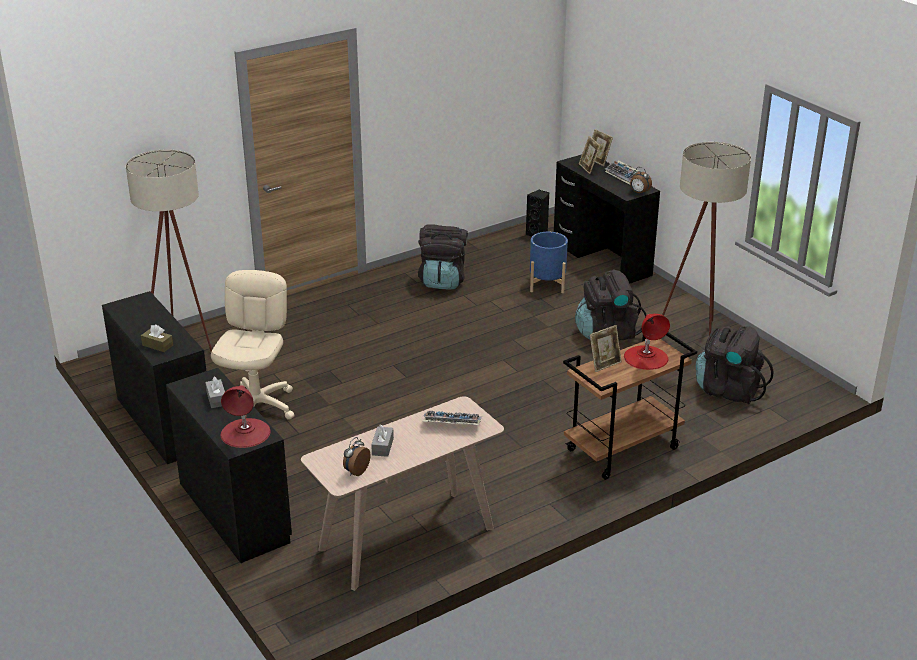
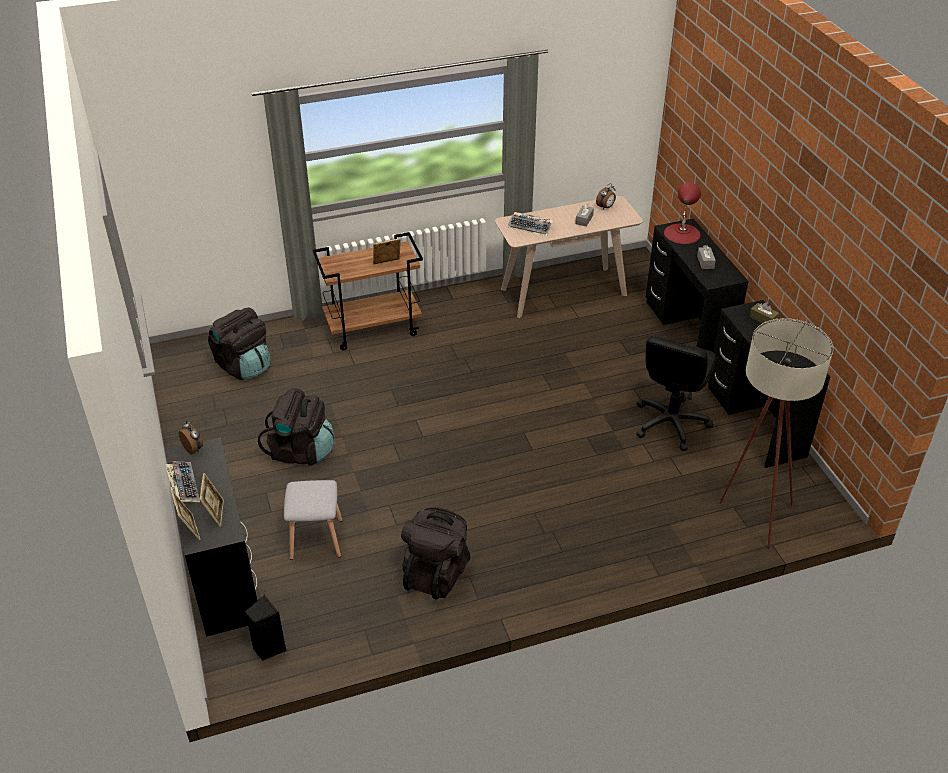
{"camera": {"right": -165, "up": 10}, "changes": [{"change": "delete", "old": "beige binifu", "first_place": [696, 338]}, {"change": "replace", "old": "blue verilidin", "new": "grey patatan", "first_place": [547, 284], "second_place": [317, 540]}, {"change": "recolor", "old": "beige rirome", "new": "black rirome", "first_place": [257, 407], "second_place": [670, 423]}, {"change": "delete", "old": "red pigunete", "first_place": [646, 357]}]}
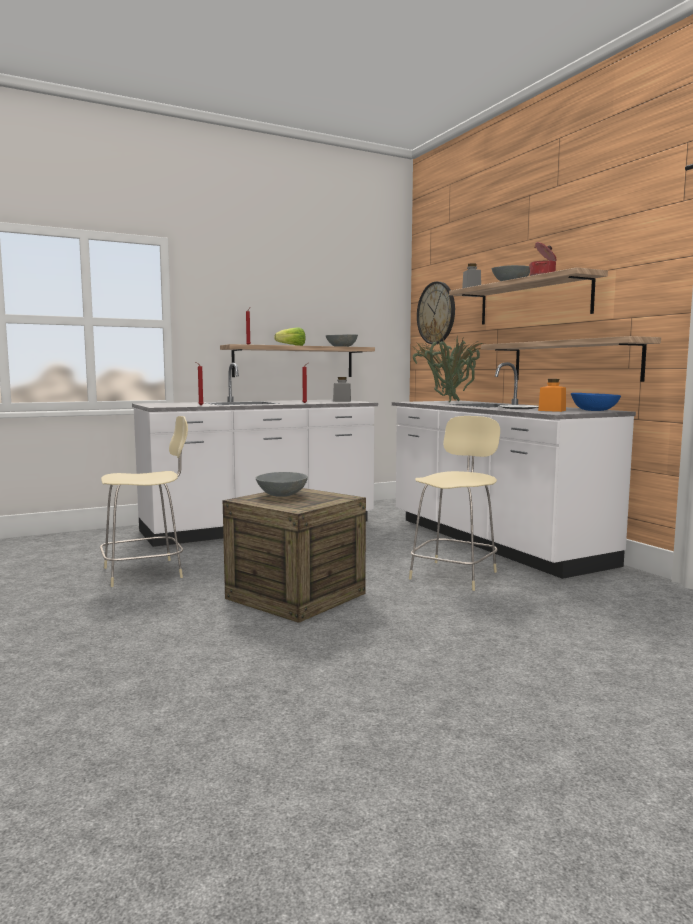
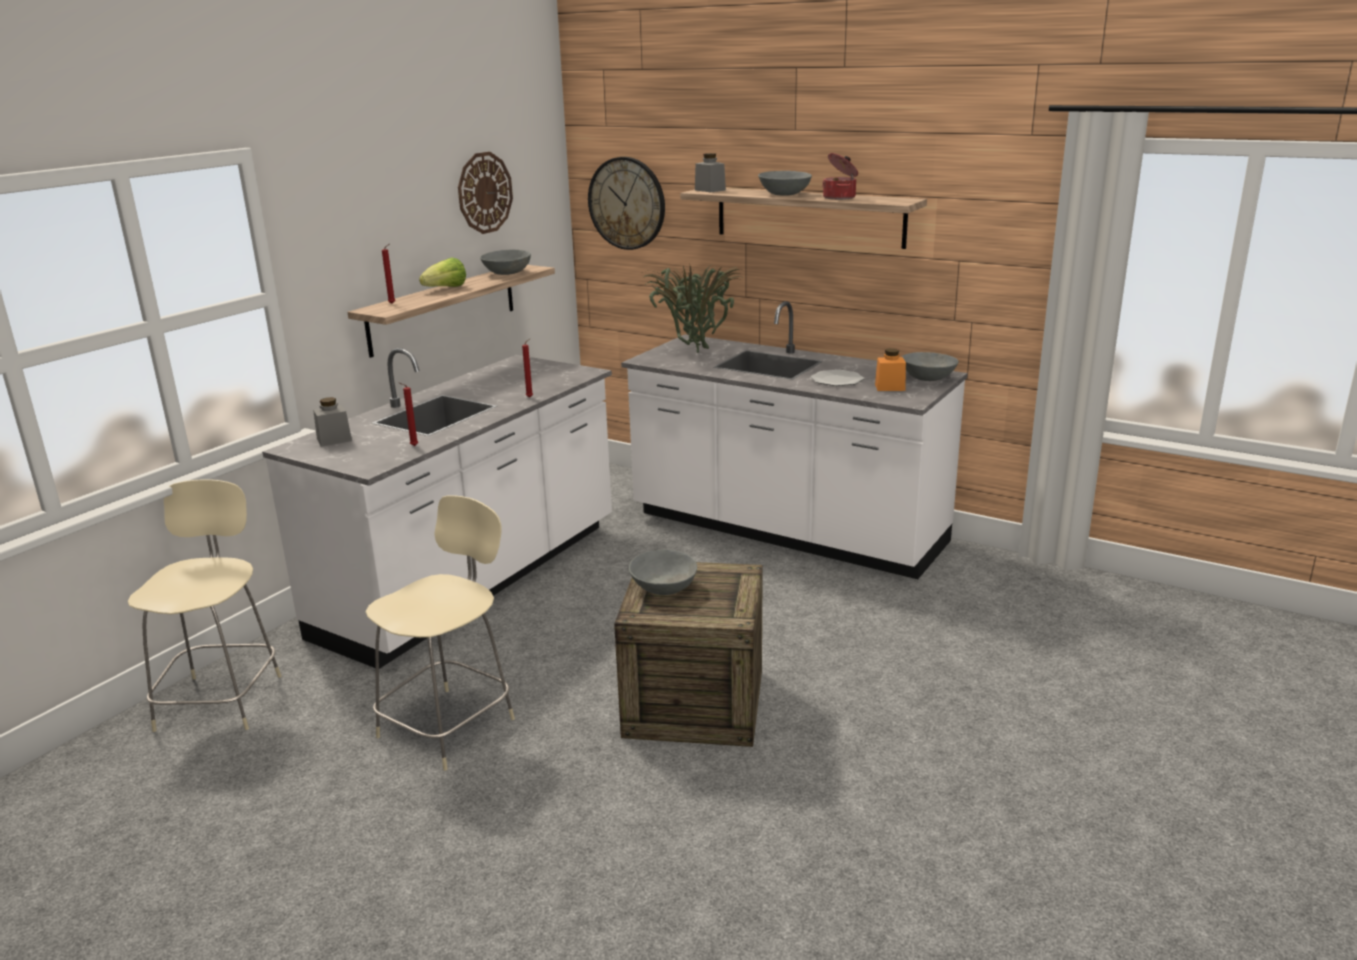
{"camera": {"right": -30, "up": 15}, "changes": [{"change": "delete", "old": "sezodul", "first_place": [574, 361]}, {"change": "move", "old": "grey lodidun", "first_place": [342, 401], "second_place": [334, 440]}, {"change": "recolor", "old": "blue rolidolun", "new": "grey rolidolun", "first_place": [593, 410], "second_place": [928, 378]}, {"change": "move", "old": "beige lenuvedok", "first_place": [455, 574], "second_place": [221, 699]}, {"change": "insert", "new": "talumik", "second_place": [484, 192]}]}
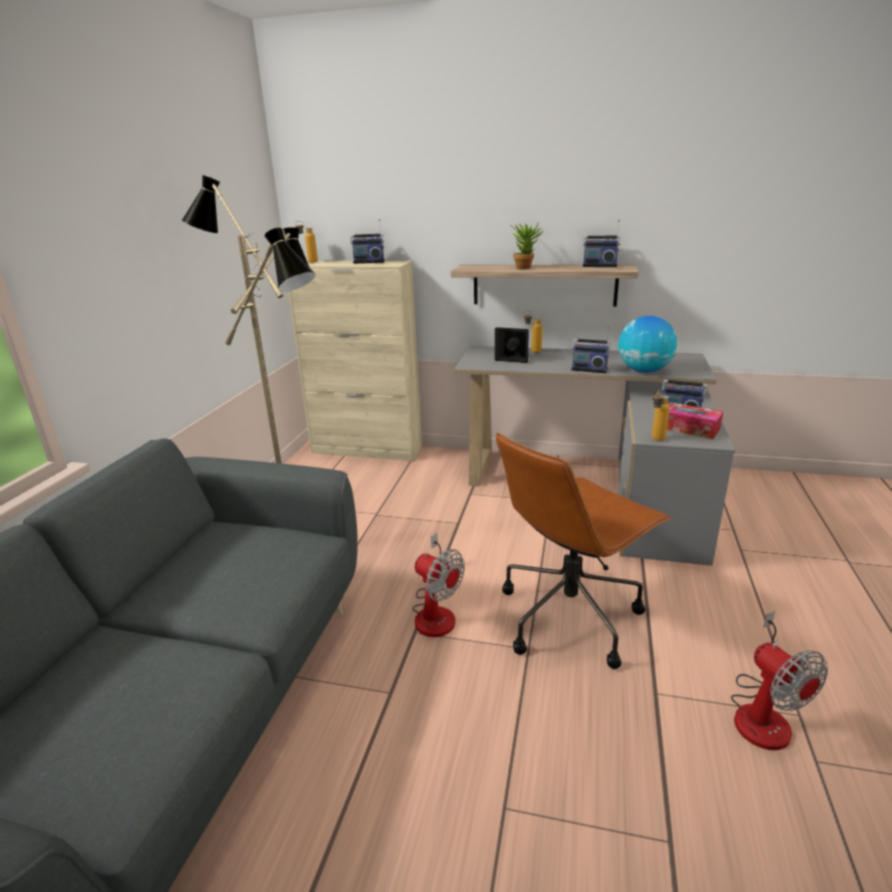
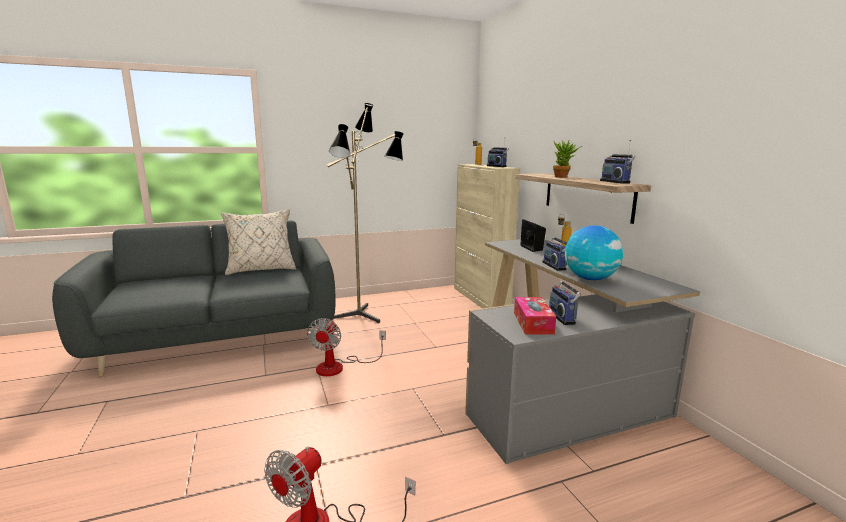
{"camera": {"right": 55, "up": -10}, "changes": [{"change": "delete", "old": "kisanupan", "first_place": [655, 440]}, {"change": "delete", "old": "brown rirome", "first_place": [570, 615]}, {"change": "insert", "new": "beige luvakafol", "second_place": [261, 269]}]}
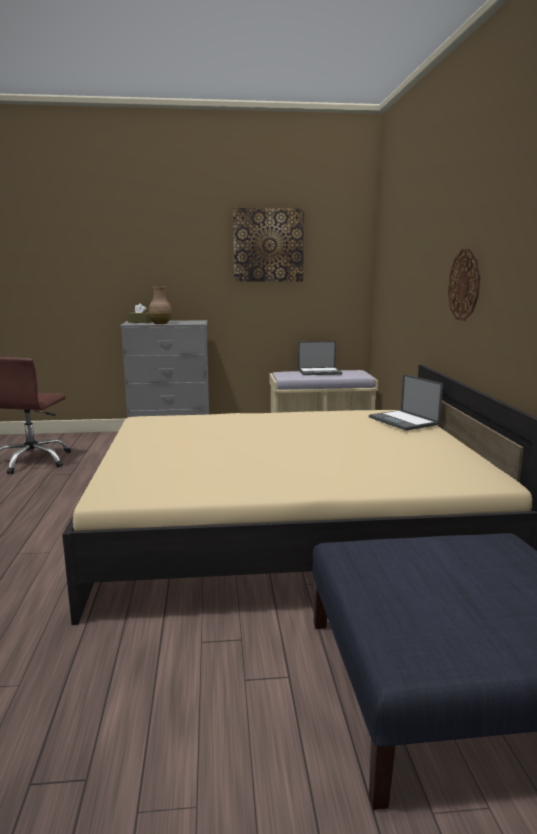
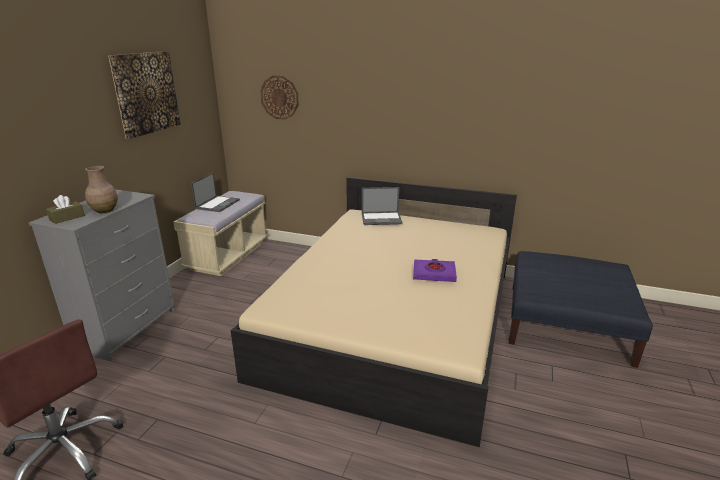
{"camera": {"right": -65, "up": 10}, "changes": [{"change": "move", "old": "talumik", "first_place": [464, 285], "second_place": [279, 97]}, {"change": "insert", "new": "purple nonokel", "second_place": [434, 274]}]}
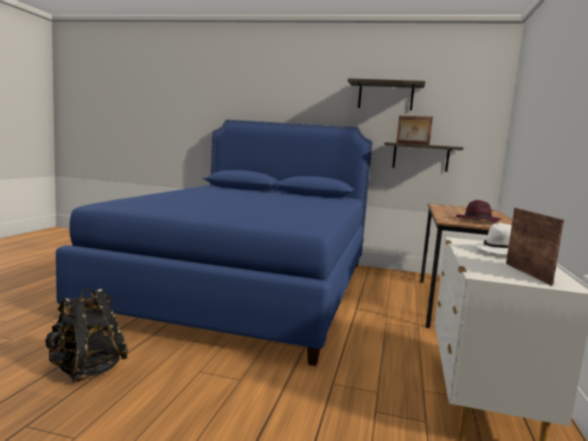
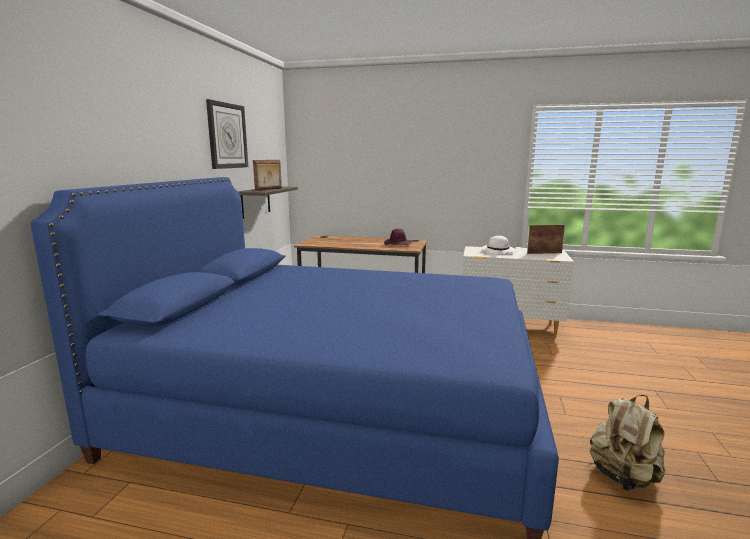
{"camera": {"right": -90, "up": 5}, "changes": [{"change": "replace", "old": "sezodul", "new": "talumik", "first_place": [385, 96], "second_place": [227, 136]}, {"change": "recolor", "old": "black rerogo", "new": "beige rerogo", "first_place": [86, 369], "second_place": [623, 477]}]}
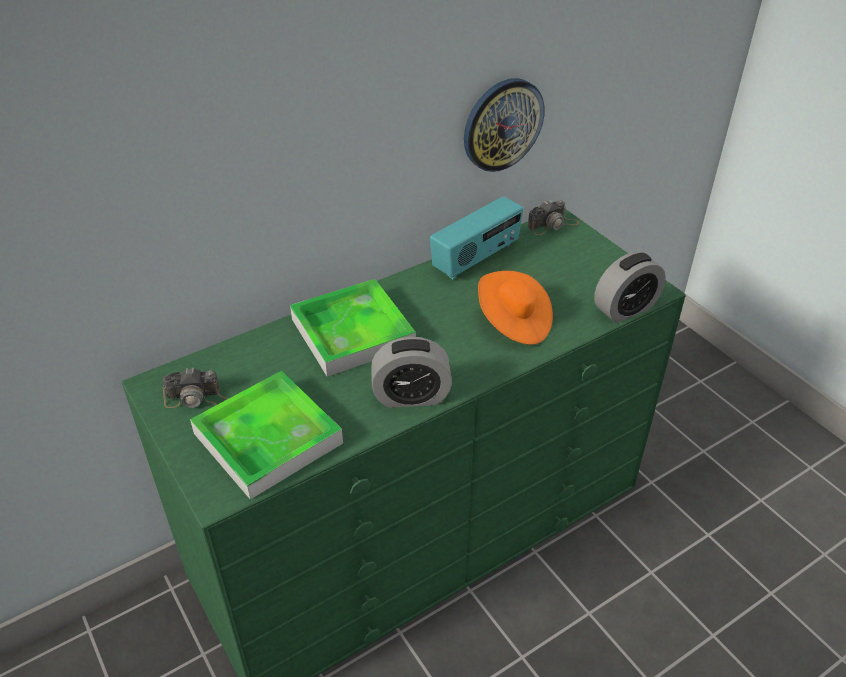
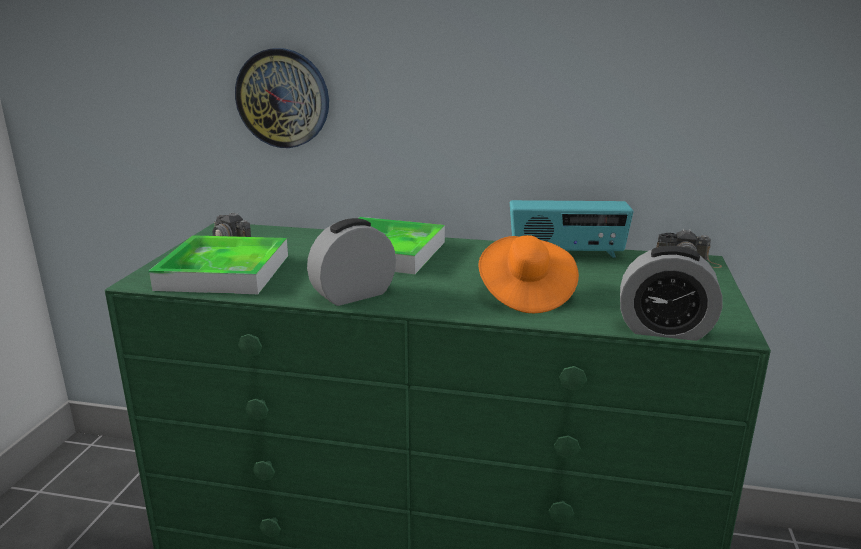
{"camera": {"right": 45, "up": -20}, "changes": [{"change": "move", "old": "talumik", "first_place": [502, 124], "second_place": [283, 98]}, {"change": "rotate", "old": "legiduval", "first_place": [411, 396], "second_place": [353, 295], "degrees": 105}]}
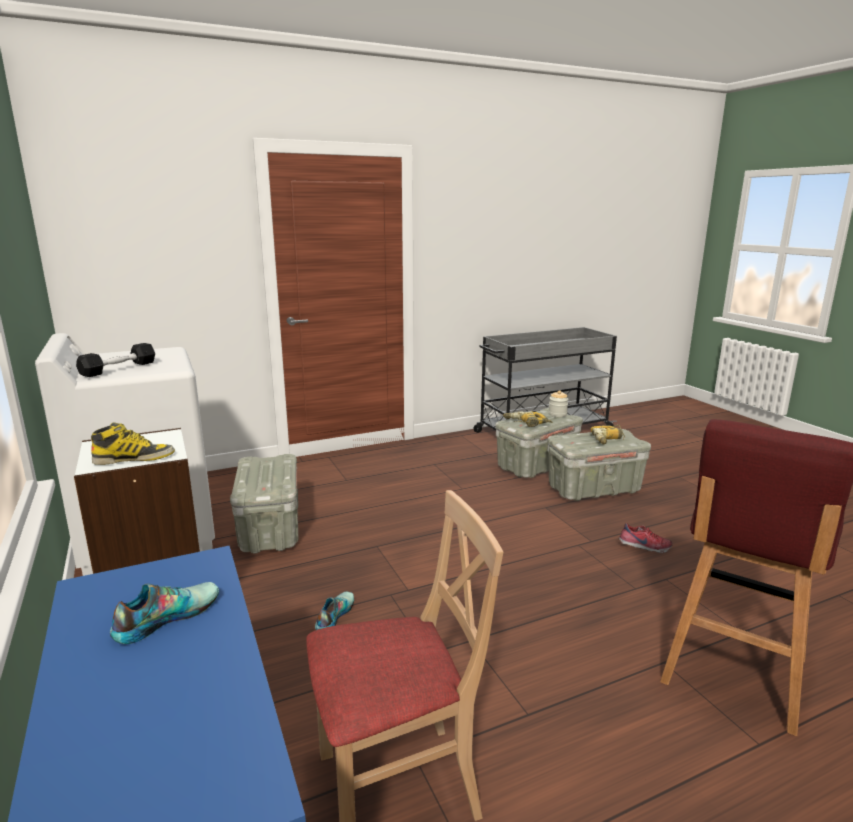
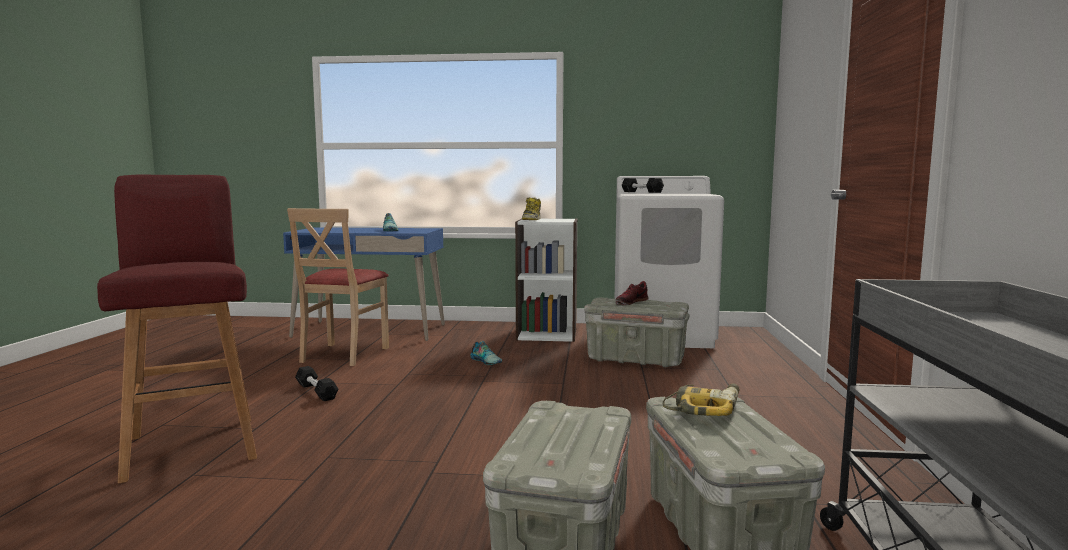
{"camera": {"right": 120, "up": -10}, "changes": [{"change": "delete", "old": "lodidun", "first_place": [557, 414]}, {"change": "delete", "old": "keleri", "first_place": [608, 439]}, {"change": "move", "old": "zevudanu", "first_place": [644, 546], "second_place": [631, 302]}, {"change": "insert", "new": "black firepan", "second_place": [316, 391]}]}
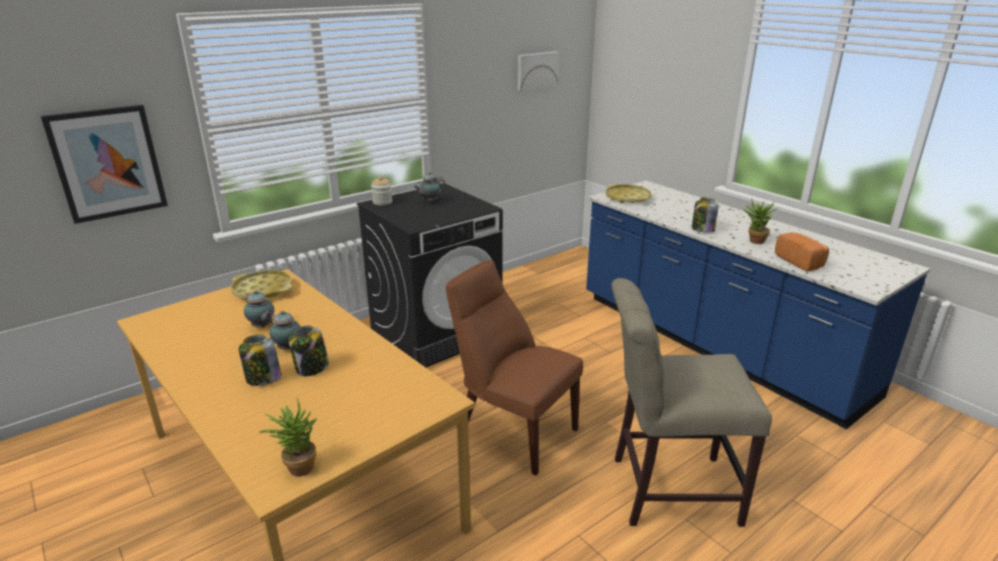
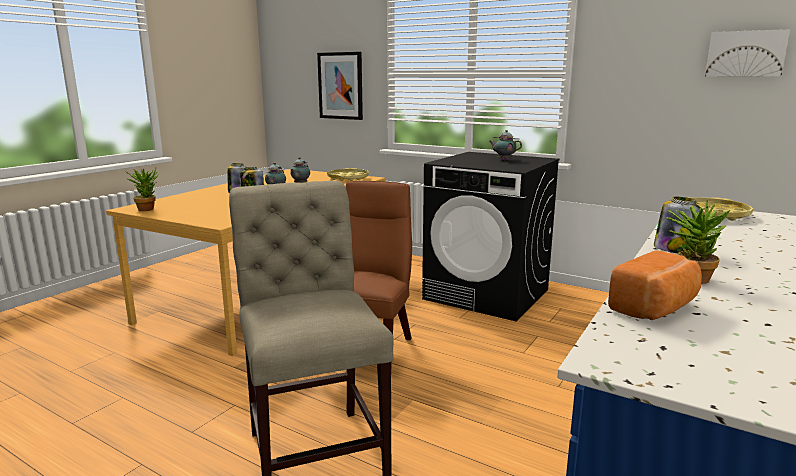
{"camera": {"right": 70, "up": -10}, "changes": [{"change": "delete", "old": "lodidun", "first_place": [382, 202]}]}
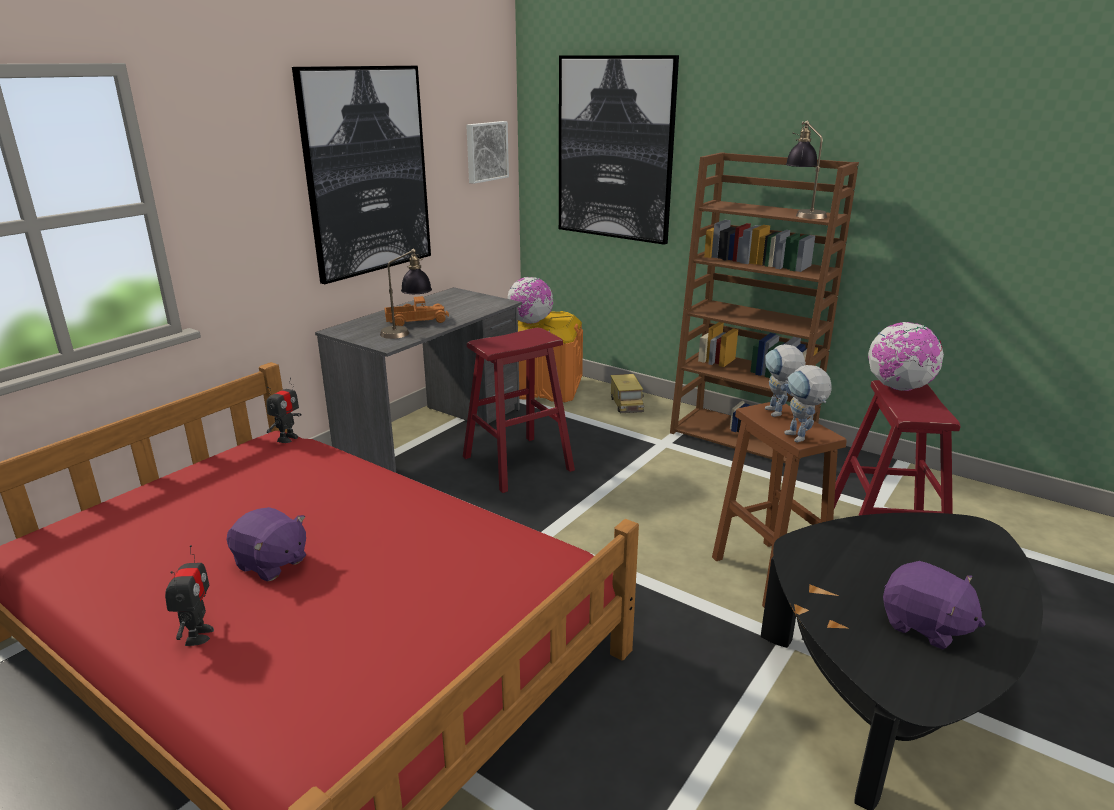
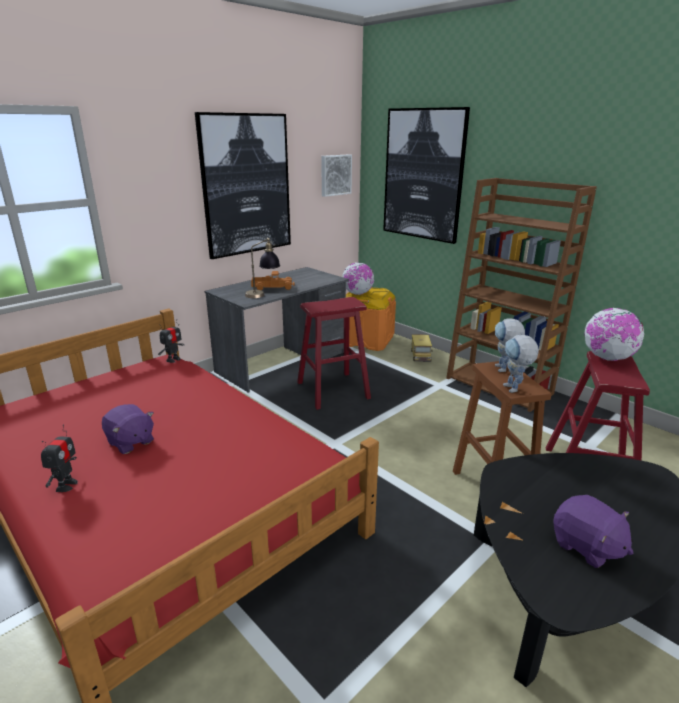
{"camera": {"right": 10, "up": 0}, "changes": [{"change": "delete", "old": "pigunete", "first_place": [803, 213]}]}
